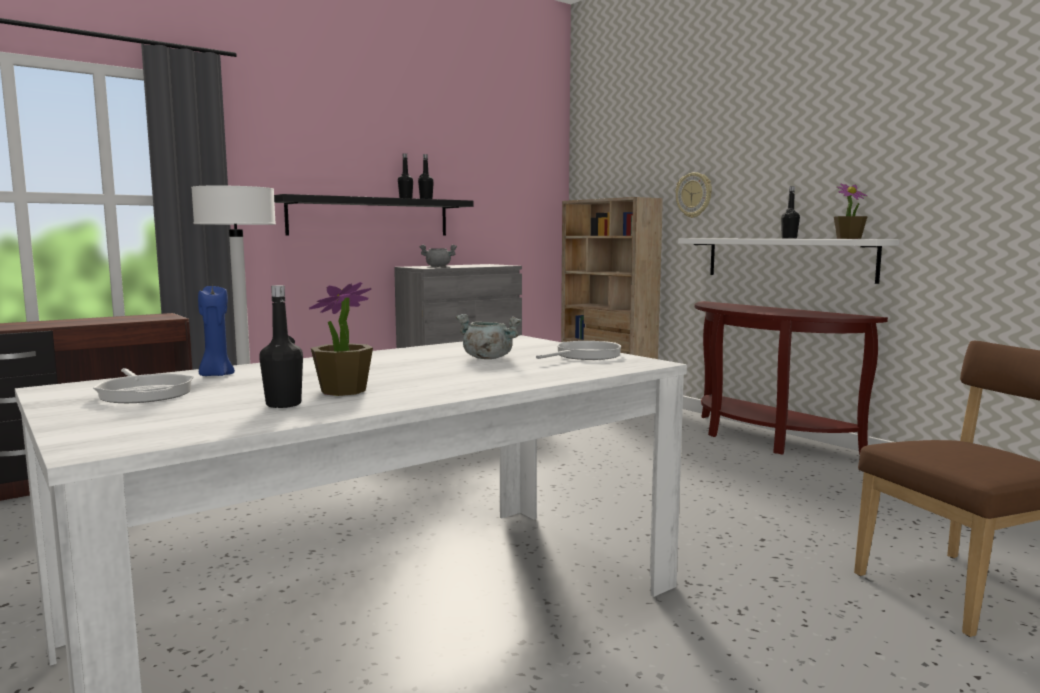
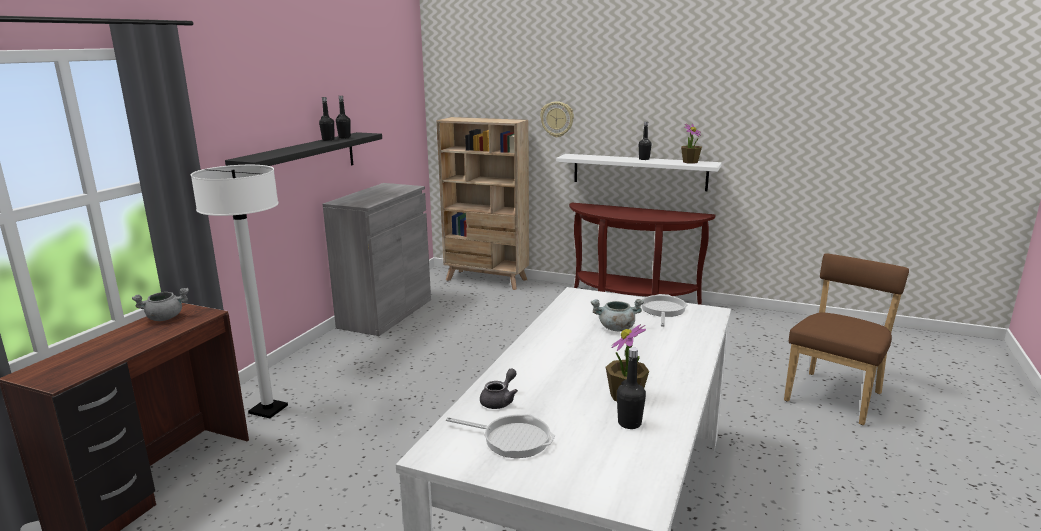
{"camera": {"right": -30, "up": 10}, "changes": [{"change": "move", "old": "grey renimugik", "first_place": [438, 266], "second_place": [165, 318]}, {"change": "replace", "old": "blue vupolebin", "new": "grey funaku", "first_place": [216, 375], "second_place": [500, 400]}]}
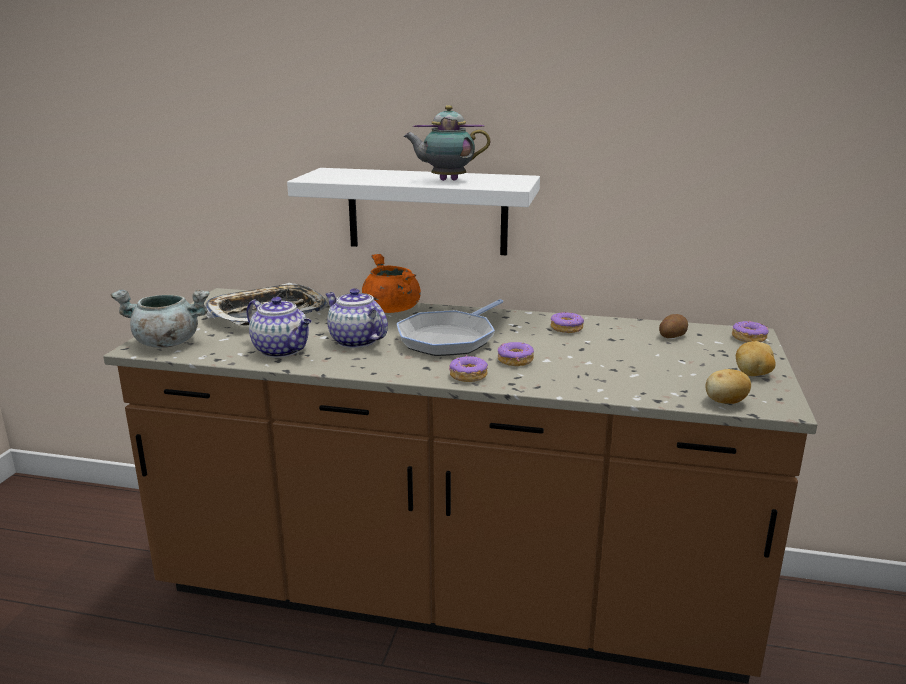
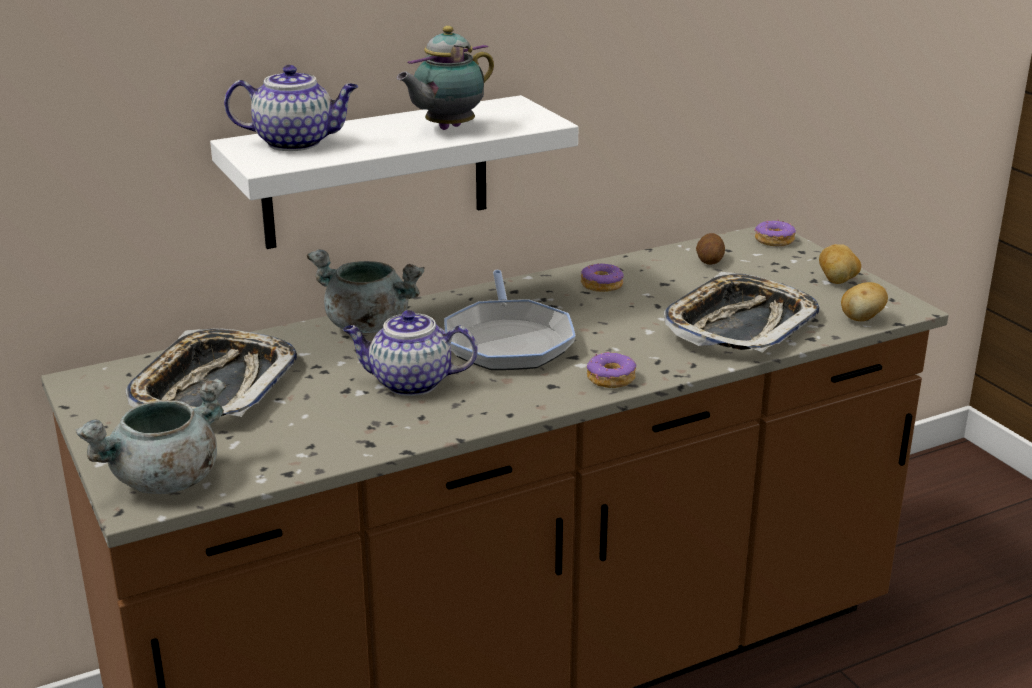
{"camera": {"right": -40, "up": 5}, "changes": [{"change": "recolor", "old": "orange renimugik", "new": "grey renimugik", "first_place": [391, 309], "second_place": [366, 325]}, {"change": "move", "old": "funaku", "first_place": [282, 350], "second_place": [297, 142]}, {"change": "delete", "old": "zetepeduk", "first_place": [515, 360]}, {"change": "insert", "new": "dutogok", "second_place": [739, 324]}]}
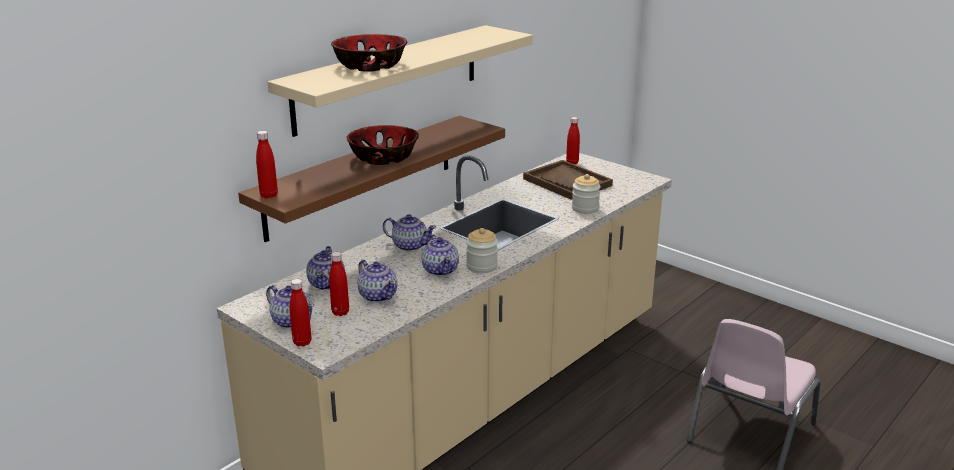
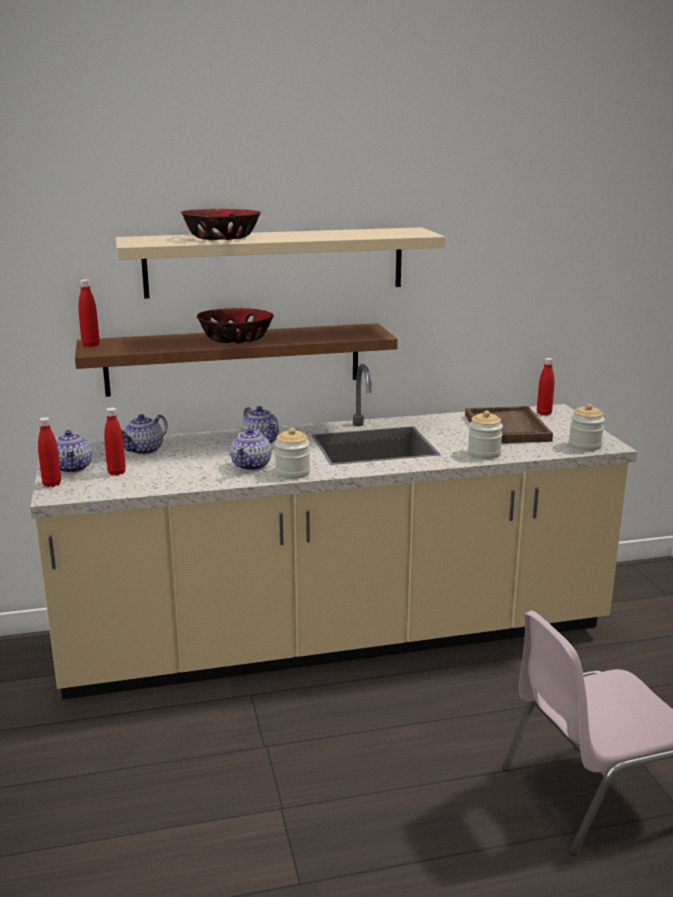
{"camera": {"right": 35, "up": -5}, "changes": [{"change": "delete", "old": "funaku", "first_place": [378, 296]}, {"change": "insert", "new": "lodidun", "second_place": [584, 446]}]}
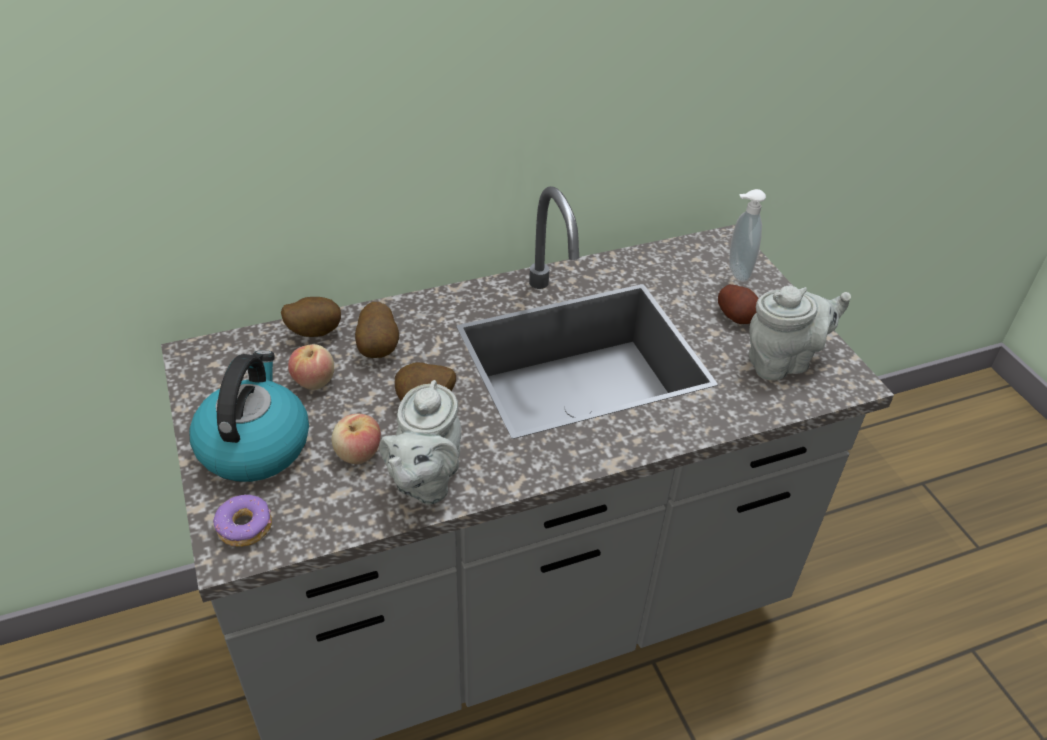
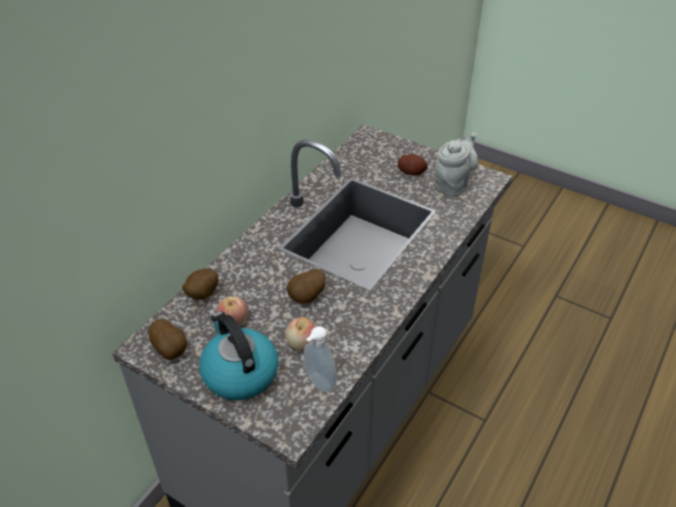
{"camera": {"right": -35, "up": 0}, "changes": [{"change": "move", "old": "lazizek", "first_place": [736, 272], "second_place": [318, 384]}, {"change": "move", "old": "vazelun", "first_place": [379, 348], "second_place": [171, 350]}, {"change": "delete", "old": "grey funaku", "first_place": [425, 481]}, {"change": "delete", "old": "zetepeduk", "first_place": [245, 527]}]}
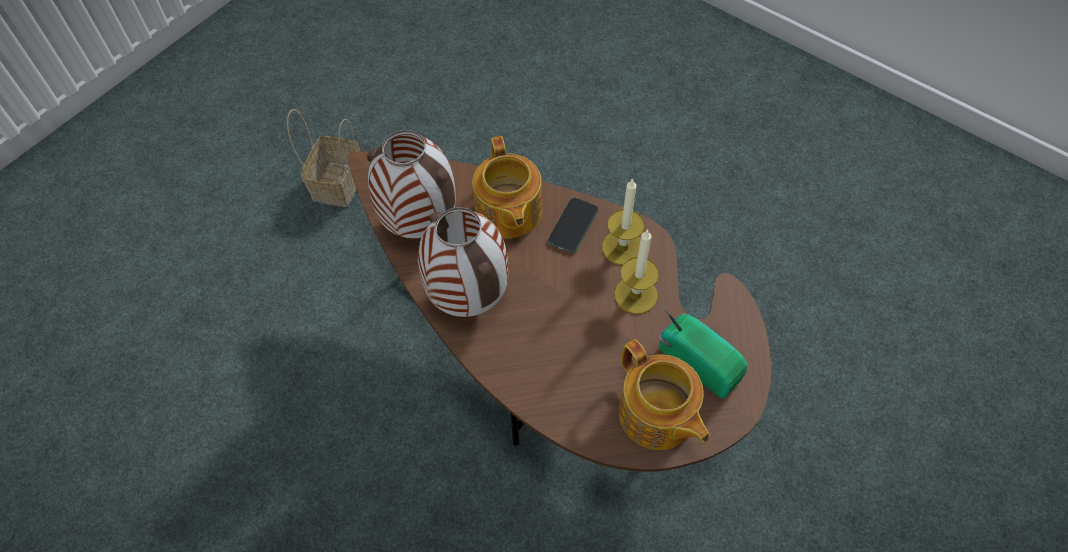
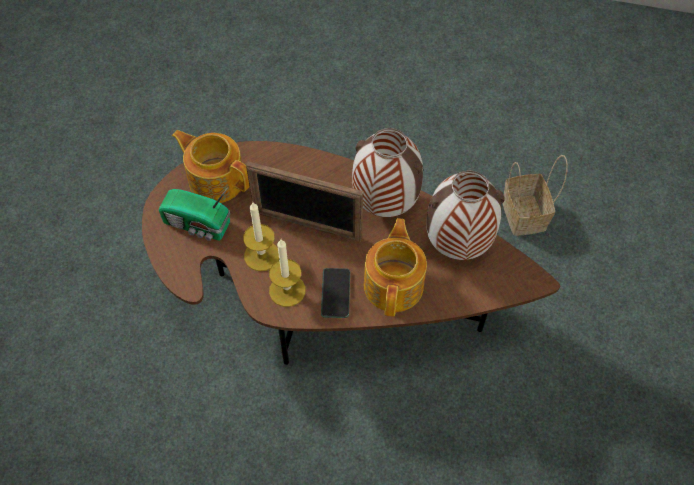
{"camera": {"right": 155, "up": 0}, "changes": [{"change": "move", "old": "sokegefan", "first_place": [337, 182], "second_place": [525, 216]}, {"change": "rotate", "old": "funaku", "first_place": [508, 213], "second_place": [394, 284], "degrees": 45}, {"change": "insert", "new": "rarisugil", "second_place": [307, 225]}]}
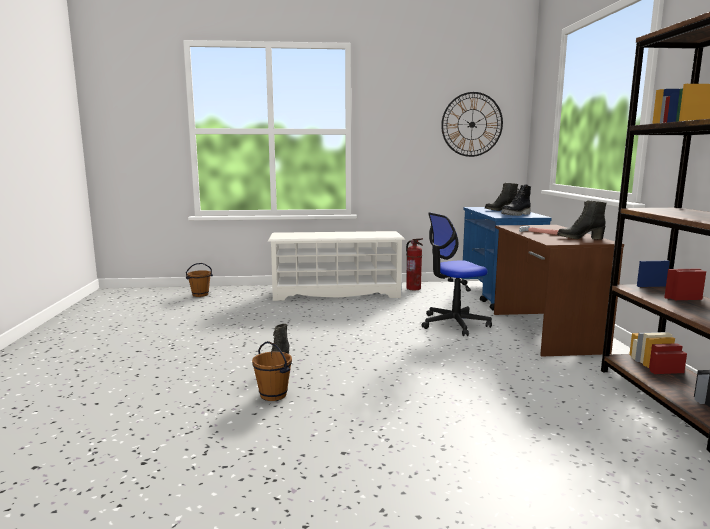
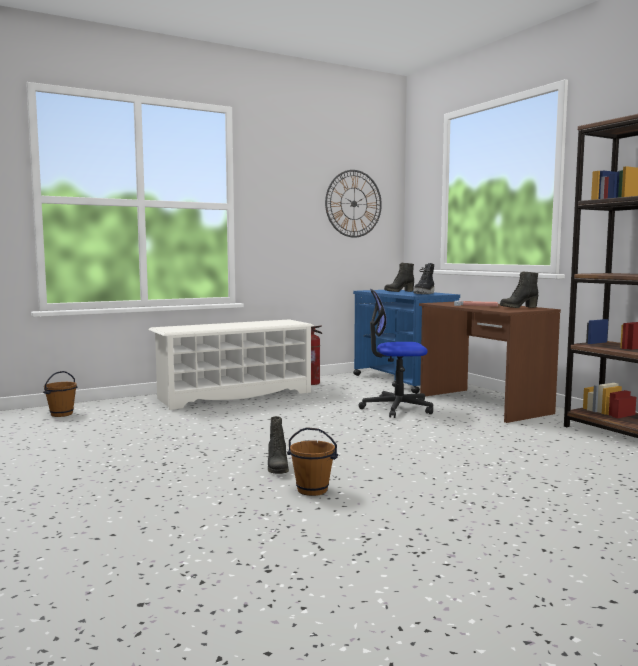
{"camera": {"right": -25, "up": -5}, "changes": [{"change": "rotate", "old": "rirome", "first_place": [454, 324], "second_place": [396, 408], "degrees": 45}]}
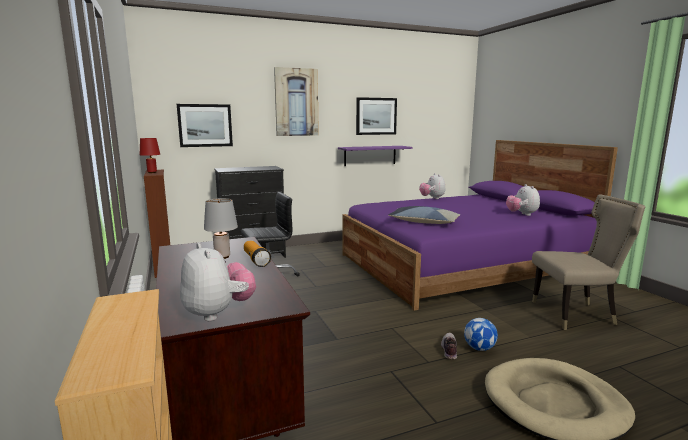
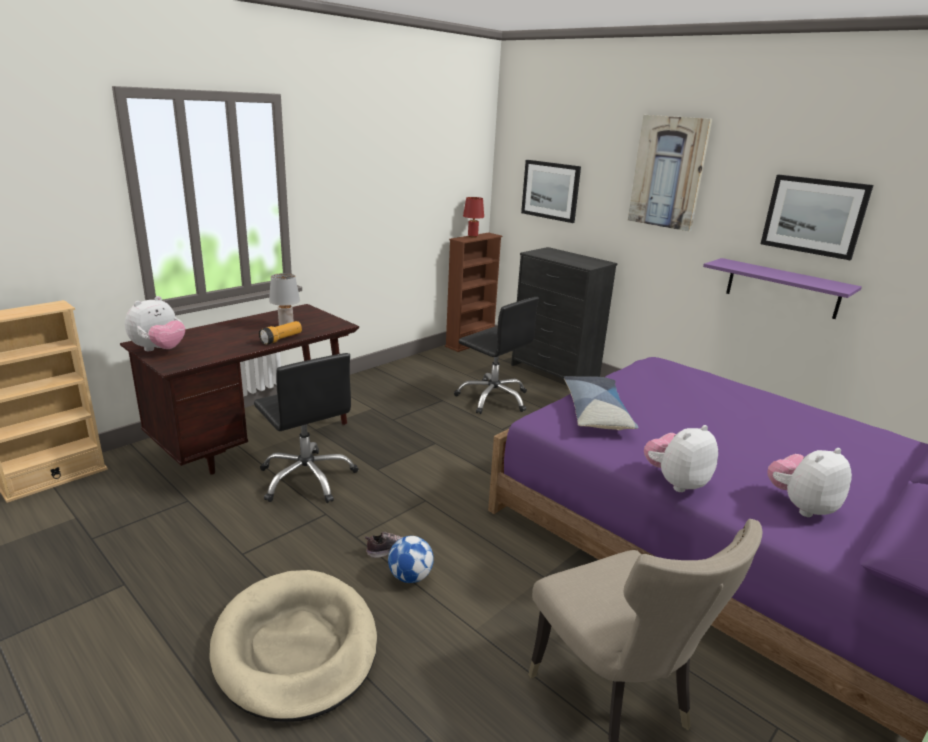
{"camera": {"right": 65, "up": 10}, "changes": [{"change": "move", "old": "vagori", "first_place": [432, 198], "second_place": [675, 482]}, {"change": "insert", "new": "black rirome", "second_place": [307, 478]}]}
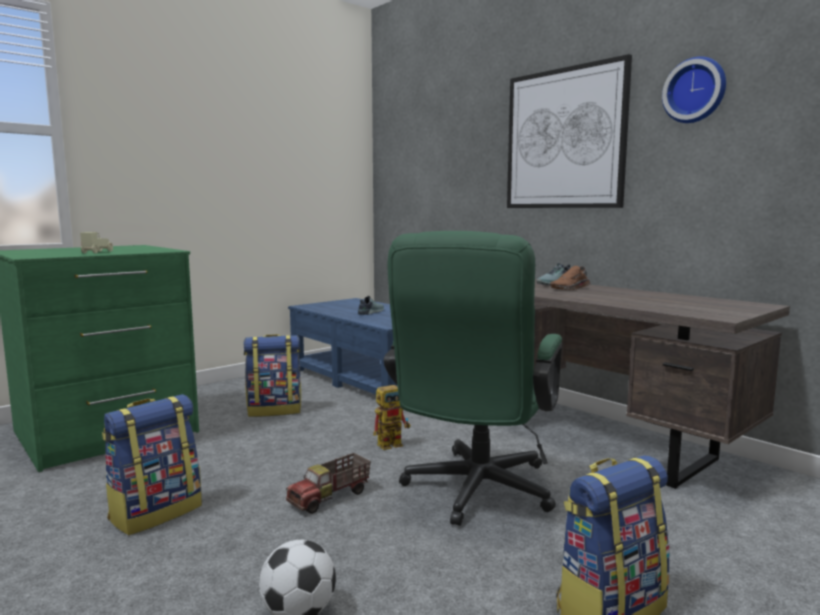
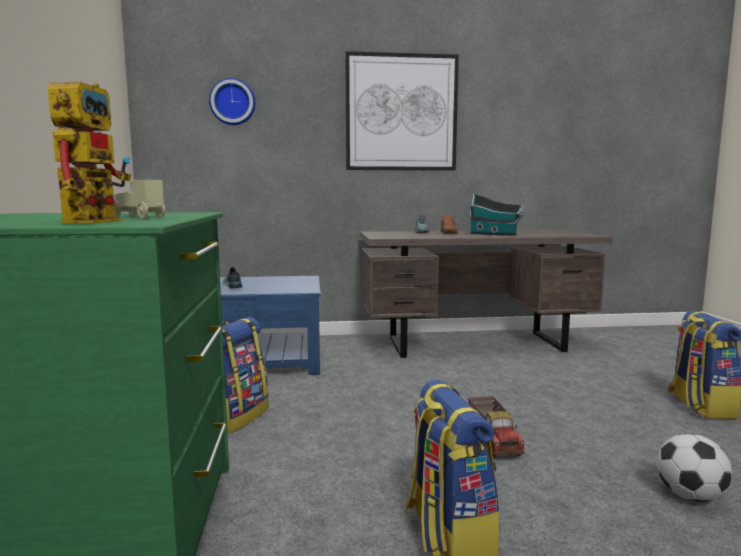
{"camera": {"right": -55, "up": 0}, "changes": [{"change": "move", "old": "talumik", "first_place": [695, 91], "second_place": [233, 102]}, {"change": "delete", "old": "green rirome", "first_place": [474, 493]}, {"change": "move", "old": "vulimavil", "first_place": [393, 443], "second_place": [94, 221]}, {"change": "insert", "new": "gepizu", "second_place": [494, 234]}]}
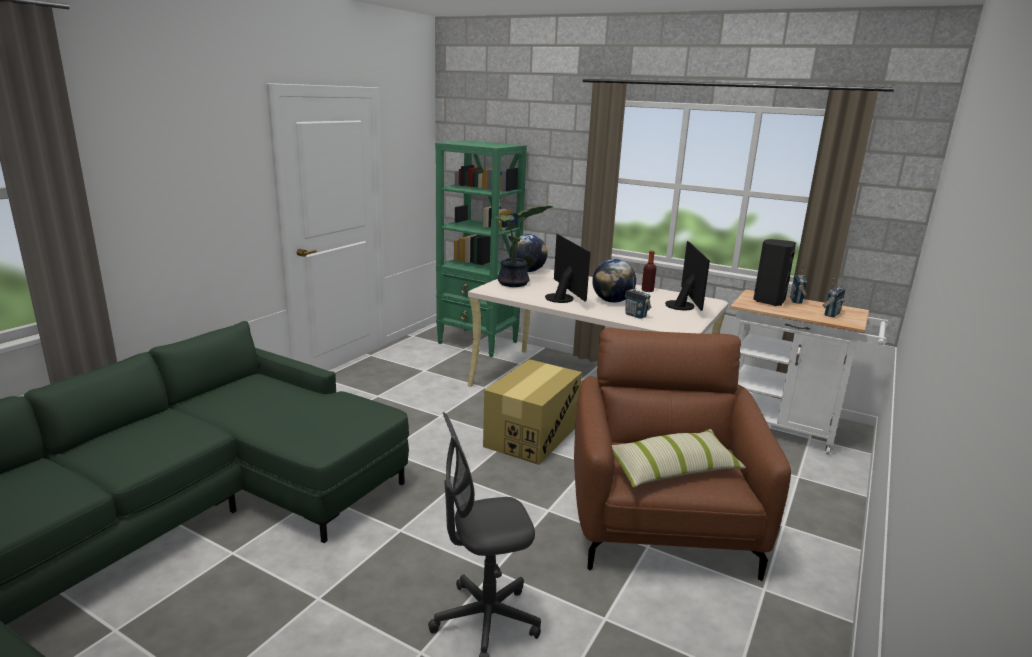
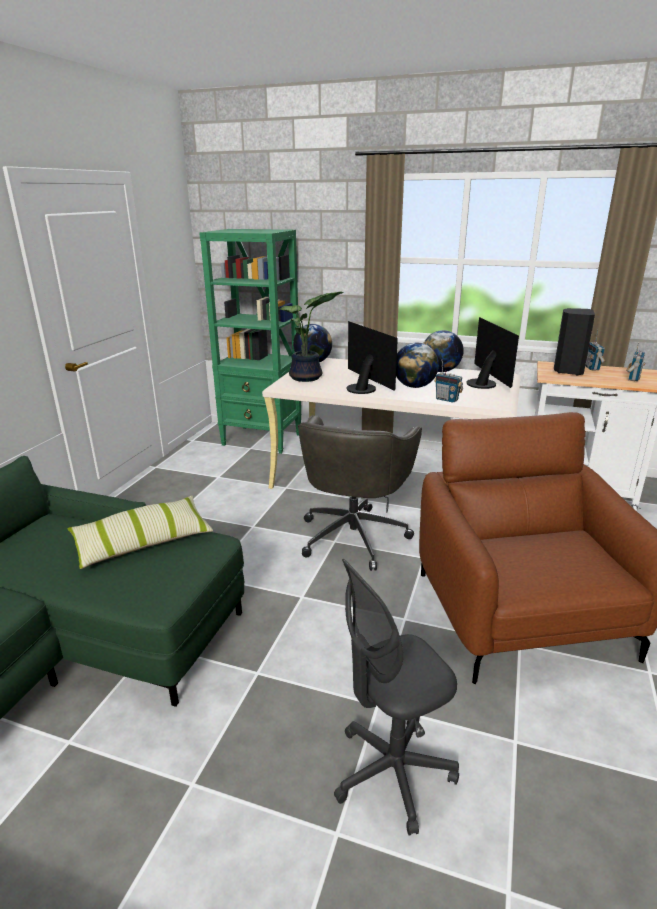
{"camera": {"right": -10, "up": 5}, "changes": [{"change": "replace", "old": "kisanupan", "new": "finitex", "first_place": [647, 290], "second_place": [440, 371]}, {"change": "replace", "old": "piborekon", "new": "grey rirome", "first_place": [532, 436], "second_place": [354, 535]}, {"change": "move", "old": "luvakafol", "first_place": [672, 470], "second_place": [143, 542]}]}
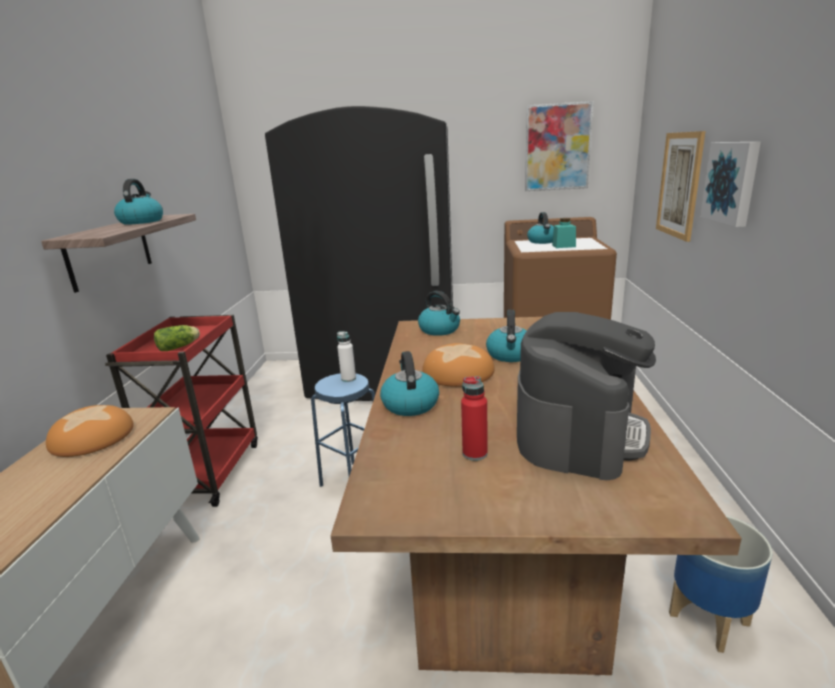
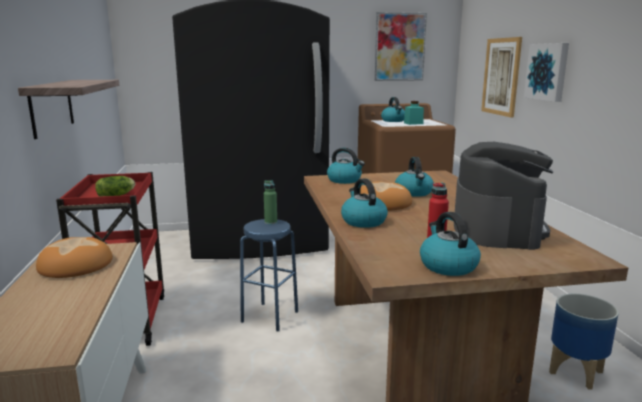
{"camera": {"right": -15, "up": -5}, "changes": [{"change": "move", "old": "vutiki", "first_place": [141, 221], "second_place": [447, 265]}, {"change": "recolor", "old": "white kisanupan", "new": "green kisanupan", "first_place": [348, 379], "second_place": [270, 222]}]}
